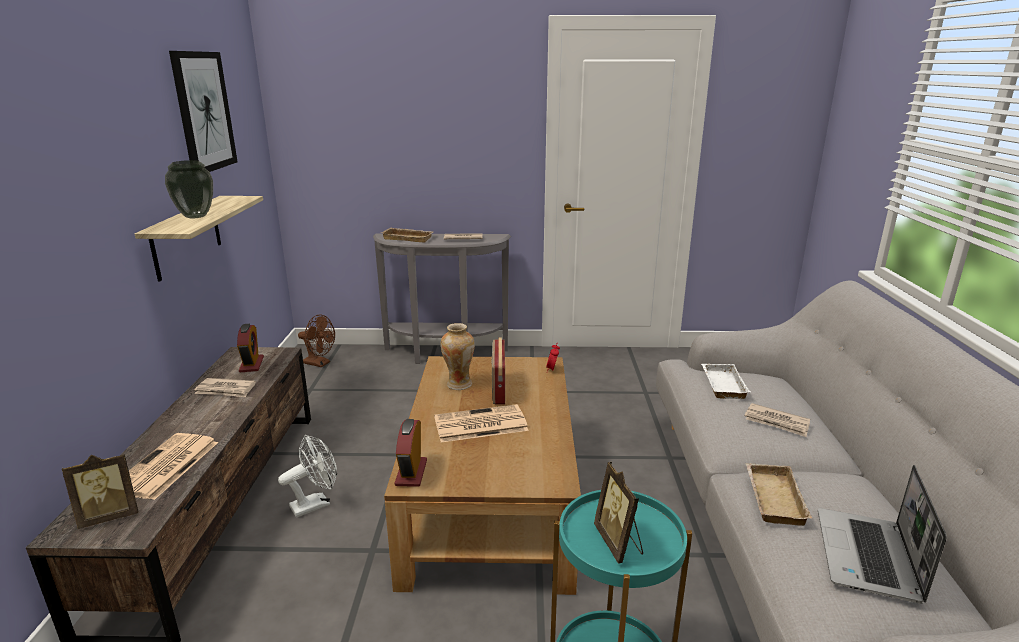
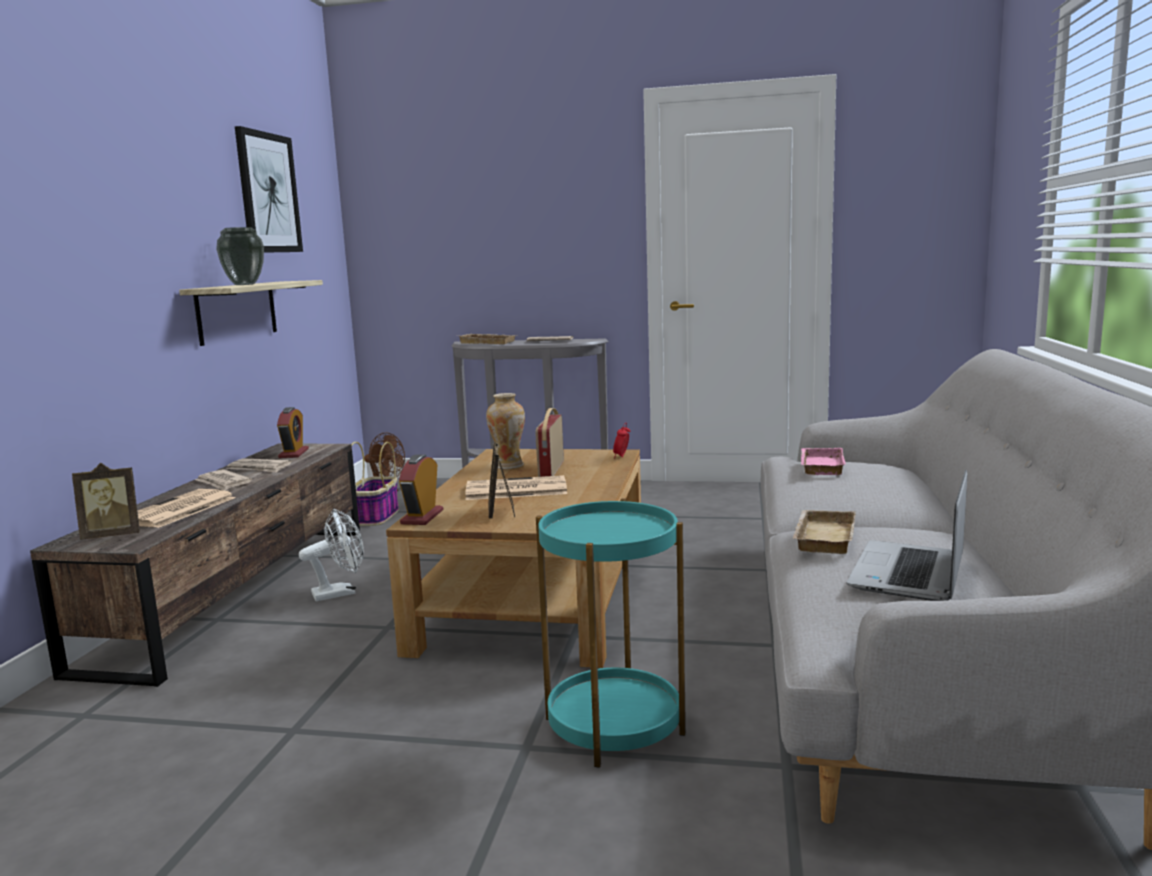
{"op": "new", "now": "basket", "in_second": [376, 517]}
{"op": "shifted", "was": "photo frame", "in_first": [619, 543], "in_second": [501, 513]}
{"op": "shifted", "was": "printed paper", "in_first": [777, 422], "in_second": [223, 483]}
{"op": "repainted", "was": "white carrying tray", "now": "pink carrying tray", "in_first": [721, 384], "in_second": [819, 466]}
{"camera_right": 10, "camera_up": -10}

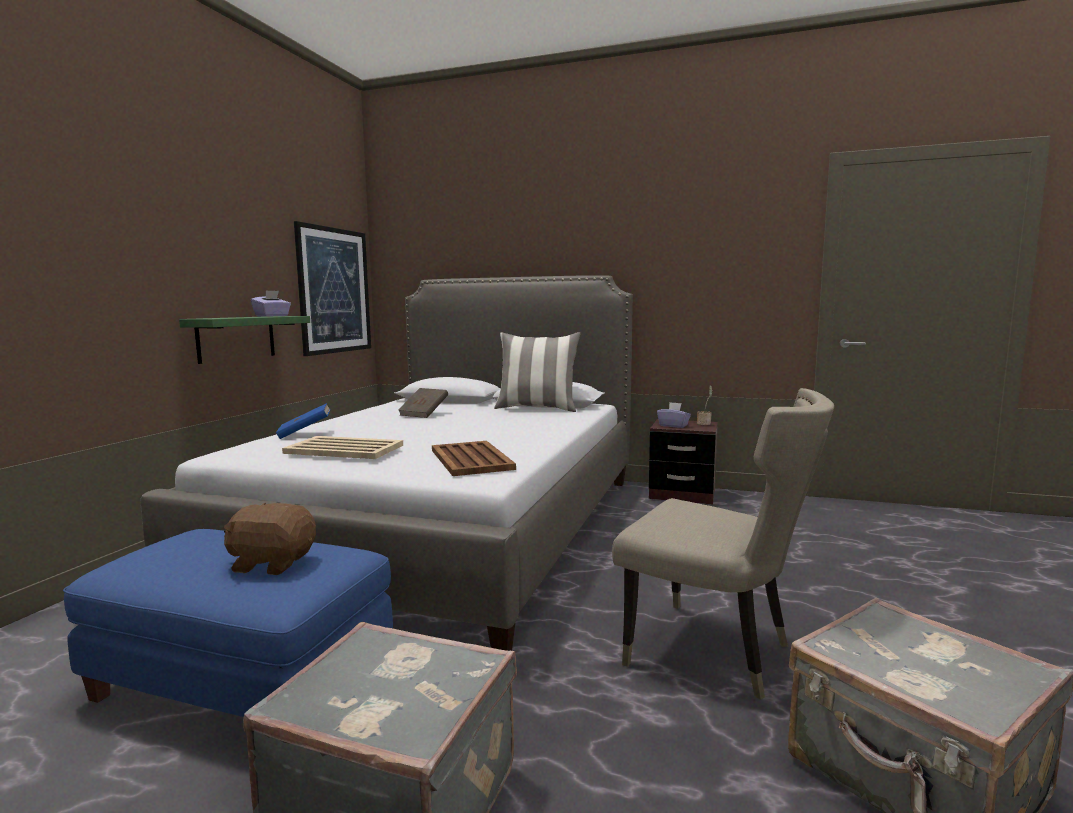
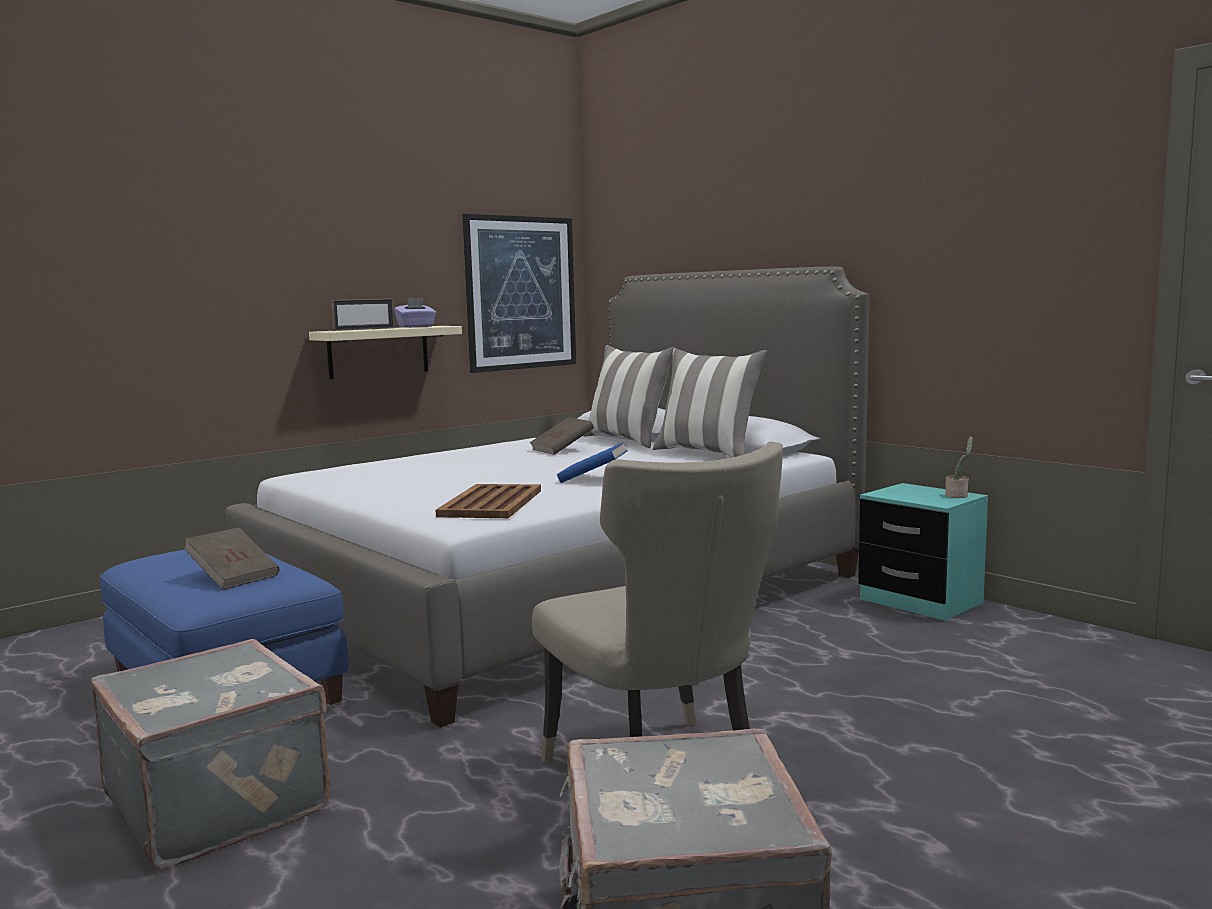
{"op": "gone", "was": "beige-coloured carrying tray", "in_first": [345, 449]}
{"op": "gone", "was": "purple-coloured box of tissues", "in_first": [673, 425]}
{"op": "new", "now": "photo frame", "in_second": [364, 329]}
{"op": "new", "now": "cushion", "in_second": [628, 441]}
{"op": "shifted", "was": "bluish volume", "in_first": [305, 434], "in_second": [593, 479]}
{"op": "swapped", "was": "brown-coloured plush toy", "now": "brown-coloured volume", "in_first": [272, 563], "in_second": [233, 577]}
{"op": "repainted", "was": "greenish shelf", "now": "beige-coloured shelf", "in_first": [236, 338], "in_second": [378, 351]}
{"op": "repainted", "was": "brown-coloured bedside table", "now": "turquoise bedside table", "in_first": [682, 494], "in_second": [920, 601]}
{"camera_right": 30, "camera_up": 0}

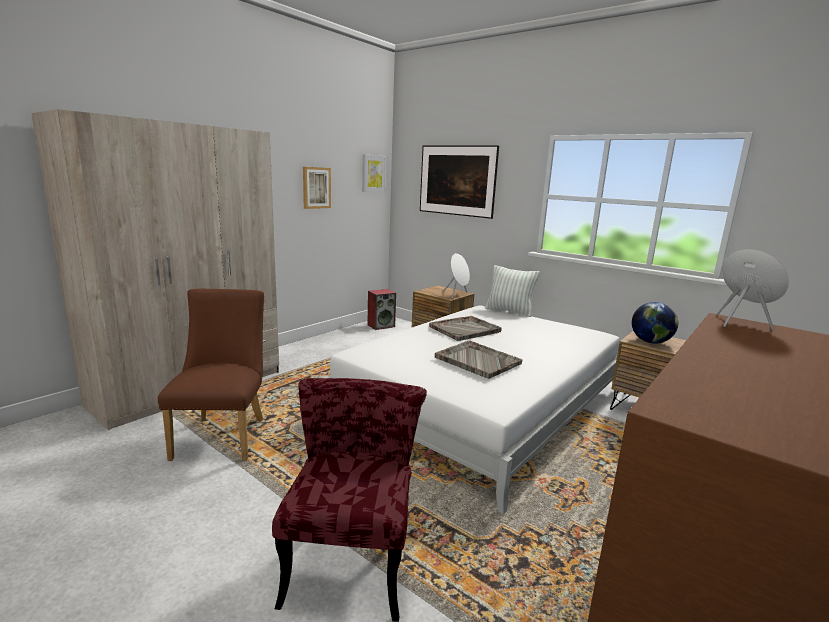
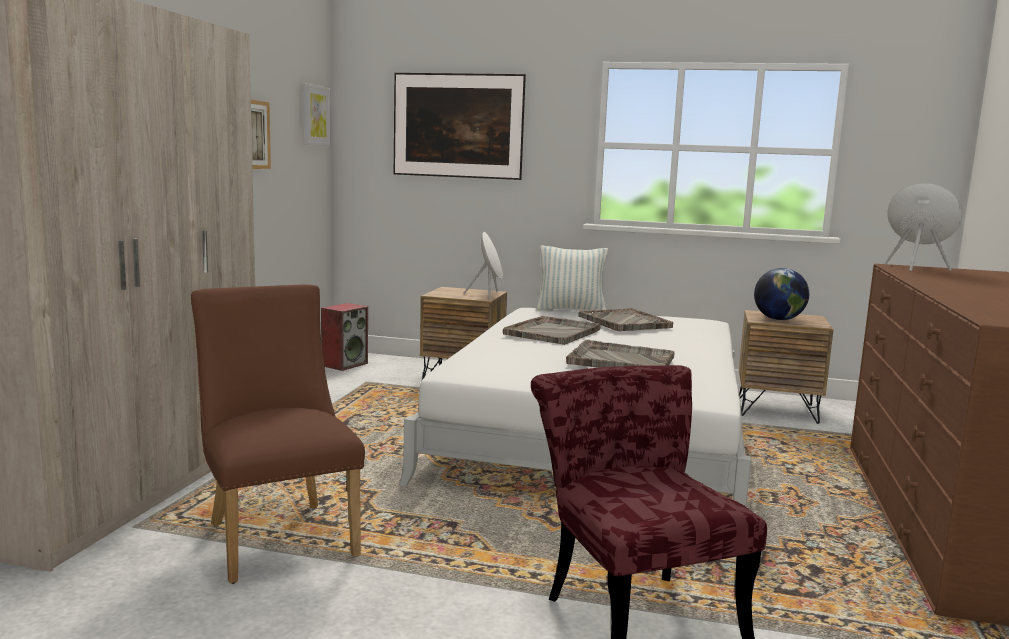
{"op": "new", "now": "greyish carrying tray", "in_second": [624, 322]}
{"camera_right": -25, "camera_up": -5}

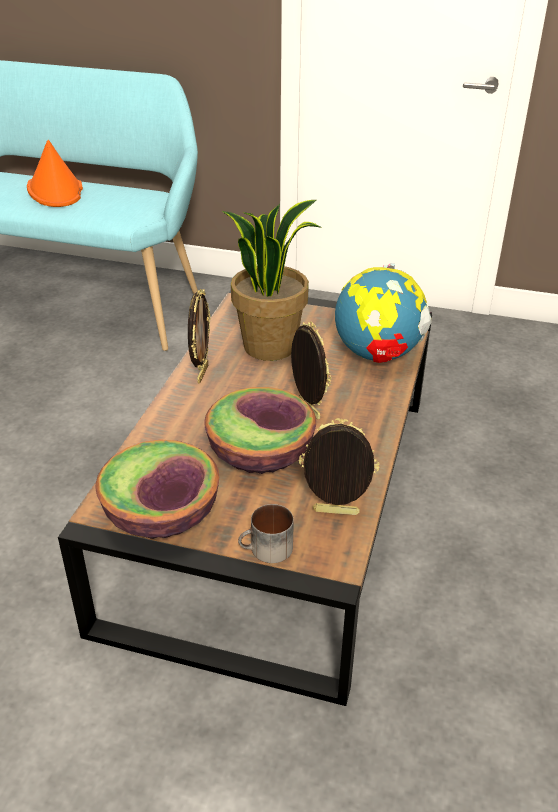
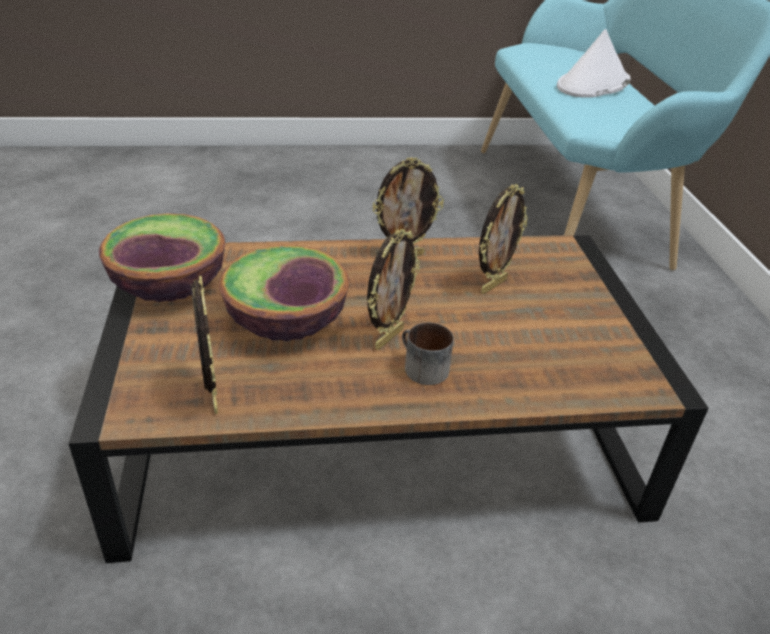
{"op": "gone", "was": "world globe", "in_first": [378, 356]}
{"op": "shifted", "was": "tea mug", "in_first": [267, 550], "in_second": [420, 368]}
{"op": "swapped", "was": "houseplant", "now": "photo frame", "in_first": [270, 346], "in_second": [493, 285]}
{"op": "repainted", "was": "orange-coloured hat", "now": "white hat", "in_first": [55, 190], "in_second": [593, 85]}
{"camera_right": 65, "camera_up": 0}

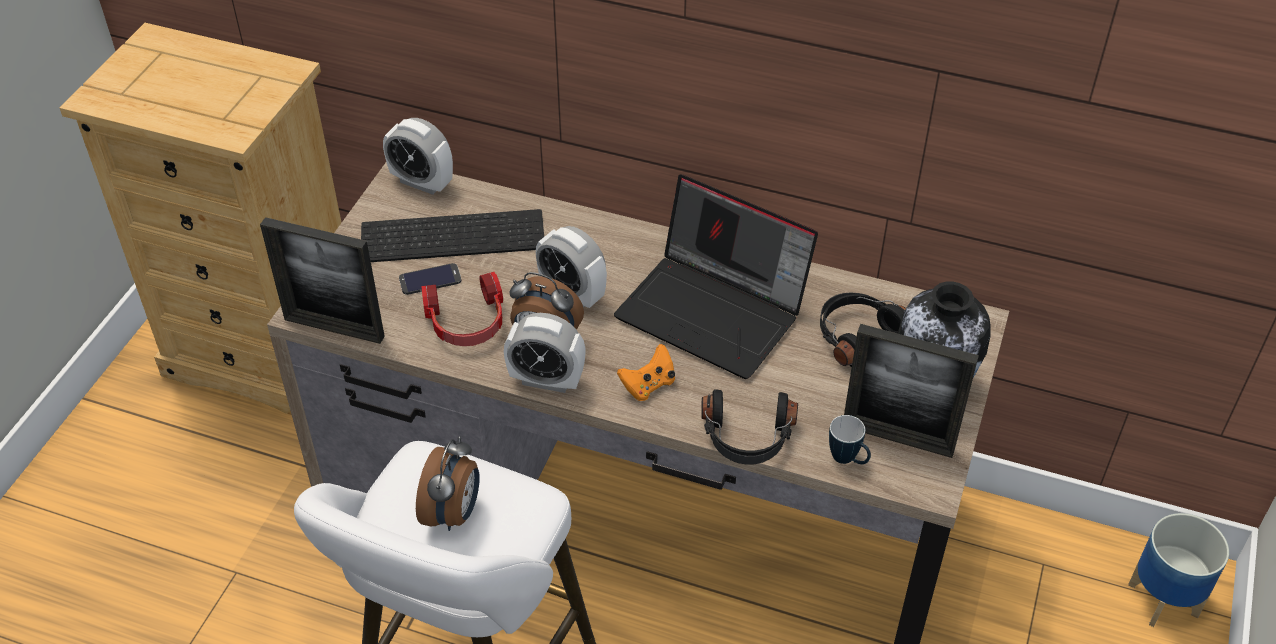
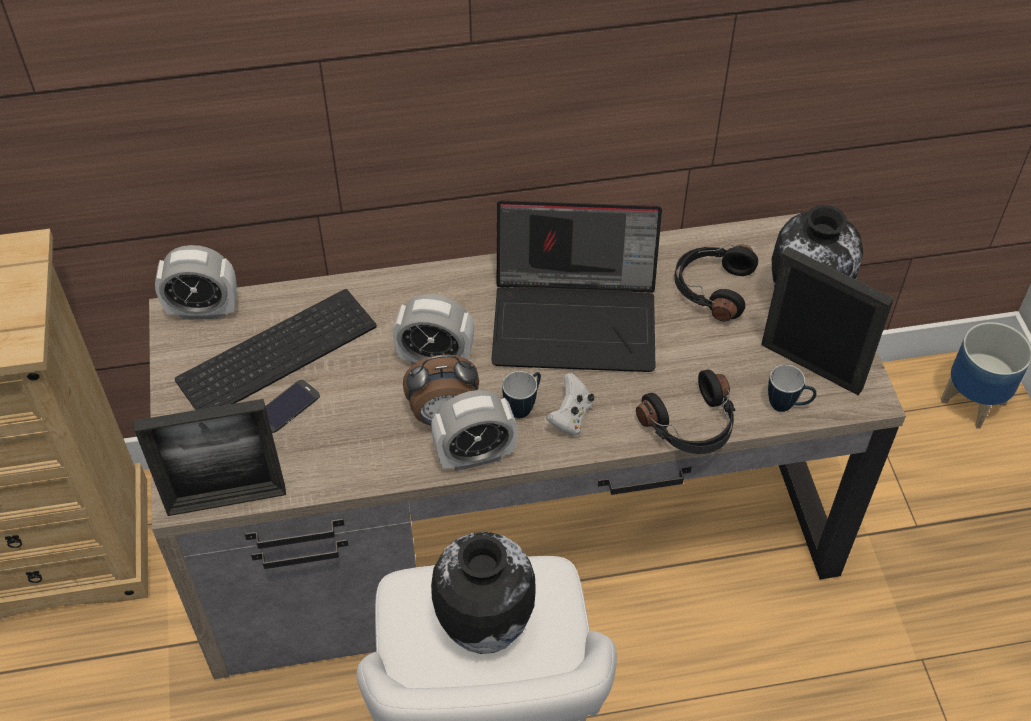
{"op": "gone", "was": "headphones", "in_first": [467, 323]}
{"op": "new", "now": "tea mug", "in_second": [524, 406]}
{"op": "swapped", "was": "bedside clock", "now": "vase", "in_first": [453, 513], "in_second": [483, 628]}
{"op": "repainted", "was": "orange-coloured joypad", "now": "white joypad", "in_first": [648, 385], "in_second": [570, 417]}
{"op": "rotated", "was": "photo frame", "in_first": [897, 438], "in_second": [811, 366], "clockwise": -135}
{"camera_right": -30, "camera_up": 5}

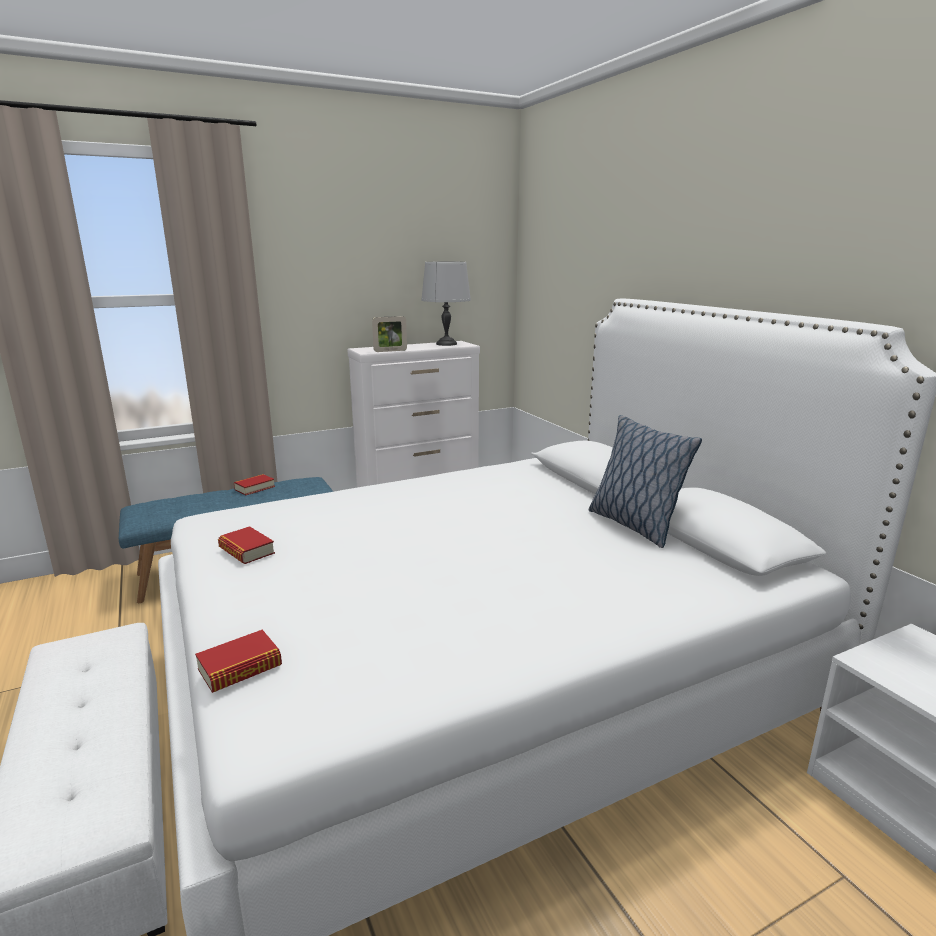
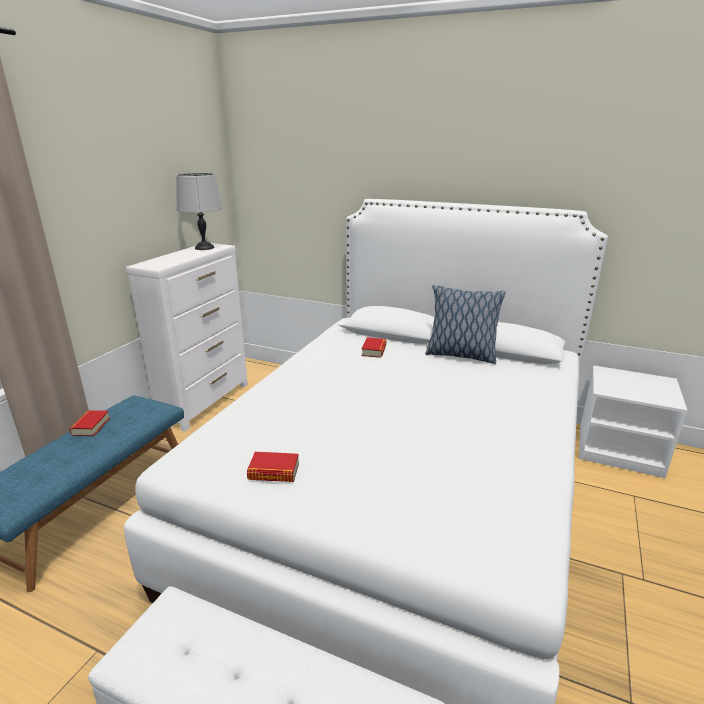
{"op": "gone", "was": "photo frame", "in_first": [390, 351]}
{"op": "shifted", "was": "volume", "in_first": [240, 668], "in_second": [374, 350]}
{"camera_right": -40, "camera_up": 5}

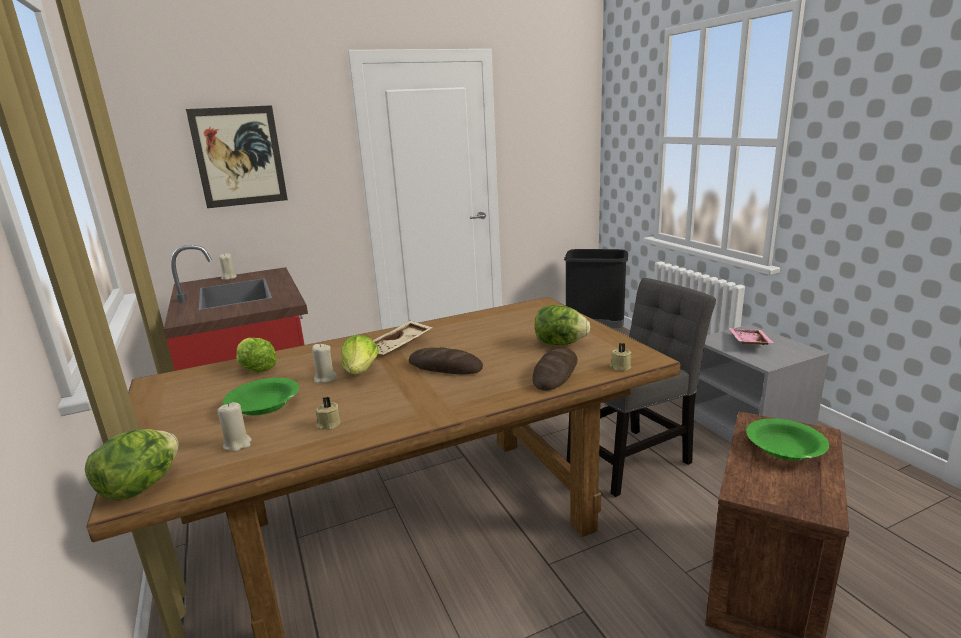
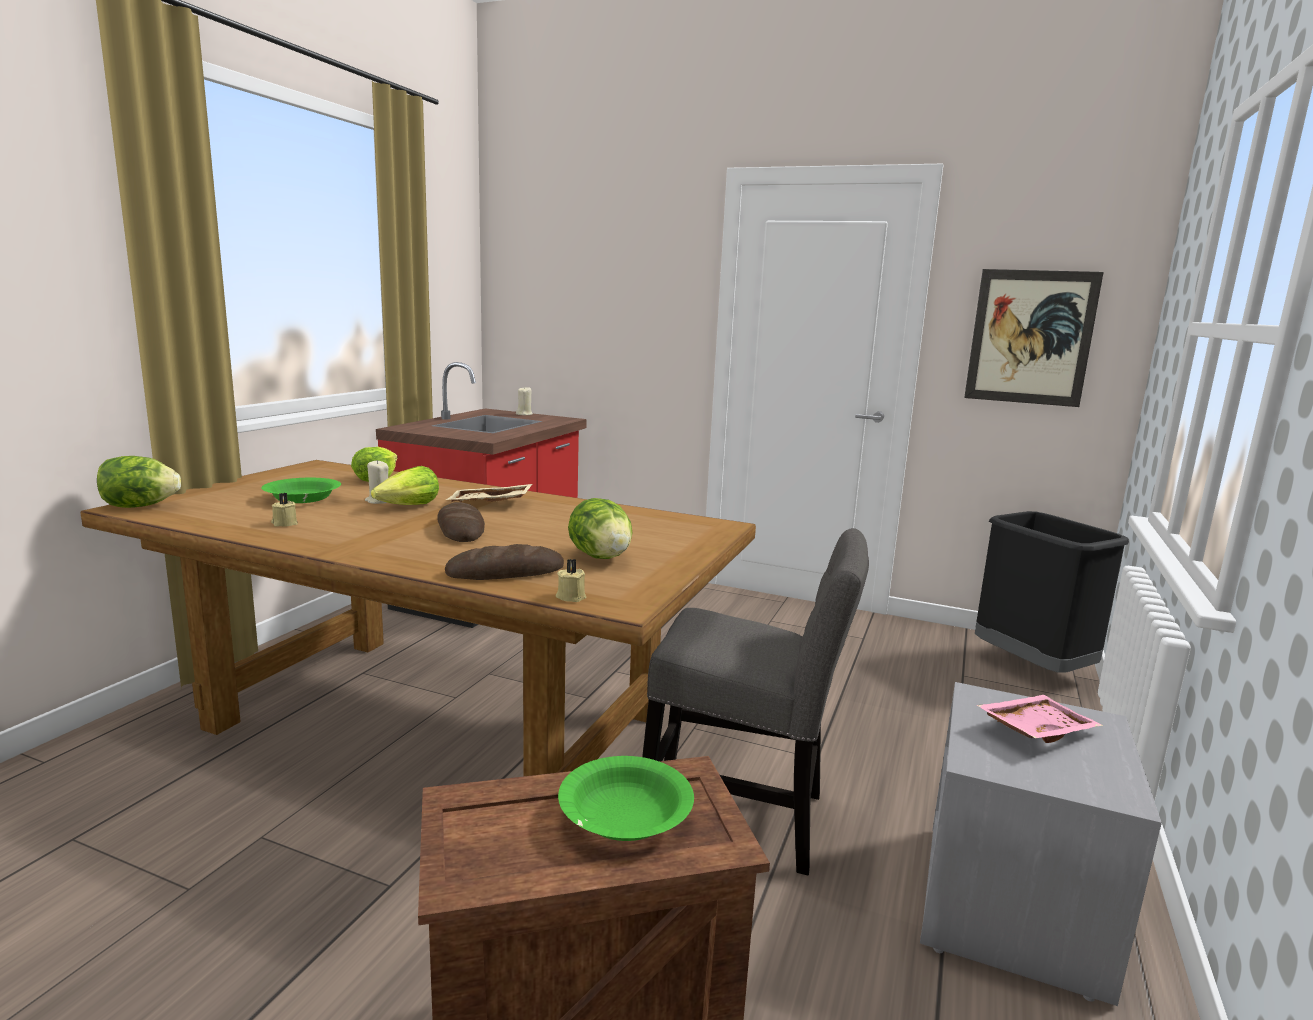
{"op": "gone", "was": "beige-coloured wax candle", "in_first": [237, 444]}
{"op": "shifted", "was": "picture", "in_first": [239, 156], "in_second": [1030, 337]}
{"camera_right": 45, "camera_up": -5}

